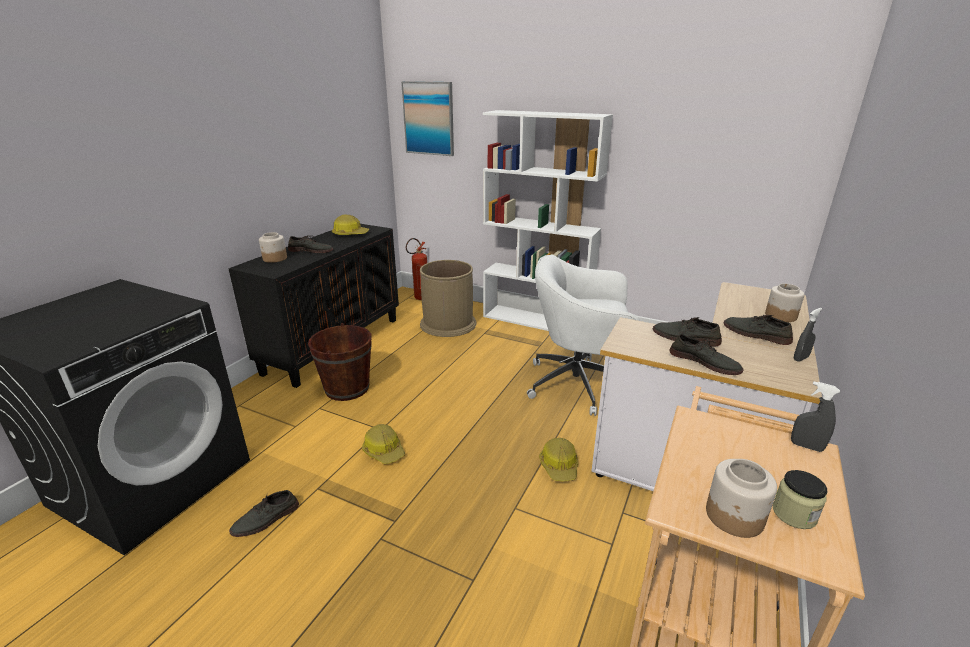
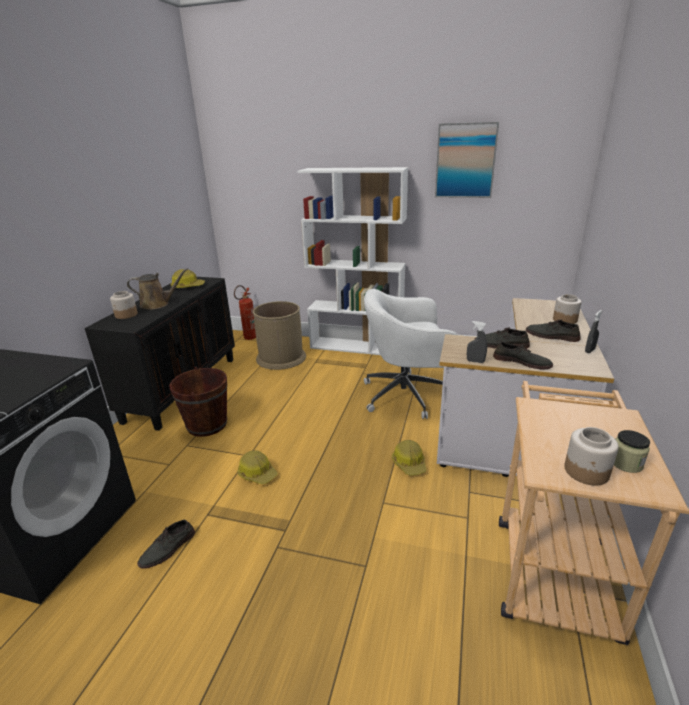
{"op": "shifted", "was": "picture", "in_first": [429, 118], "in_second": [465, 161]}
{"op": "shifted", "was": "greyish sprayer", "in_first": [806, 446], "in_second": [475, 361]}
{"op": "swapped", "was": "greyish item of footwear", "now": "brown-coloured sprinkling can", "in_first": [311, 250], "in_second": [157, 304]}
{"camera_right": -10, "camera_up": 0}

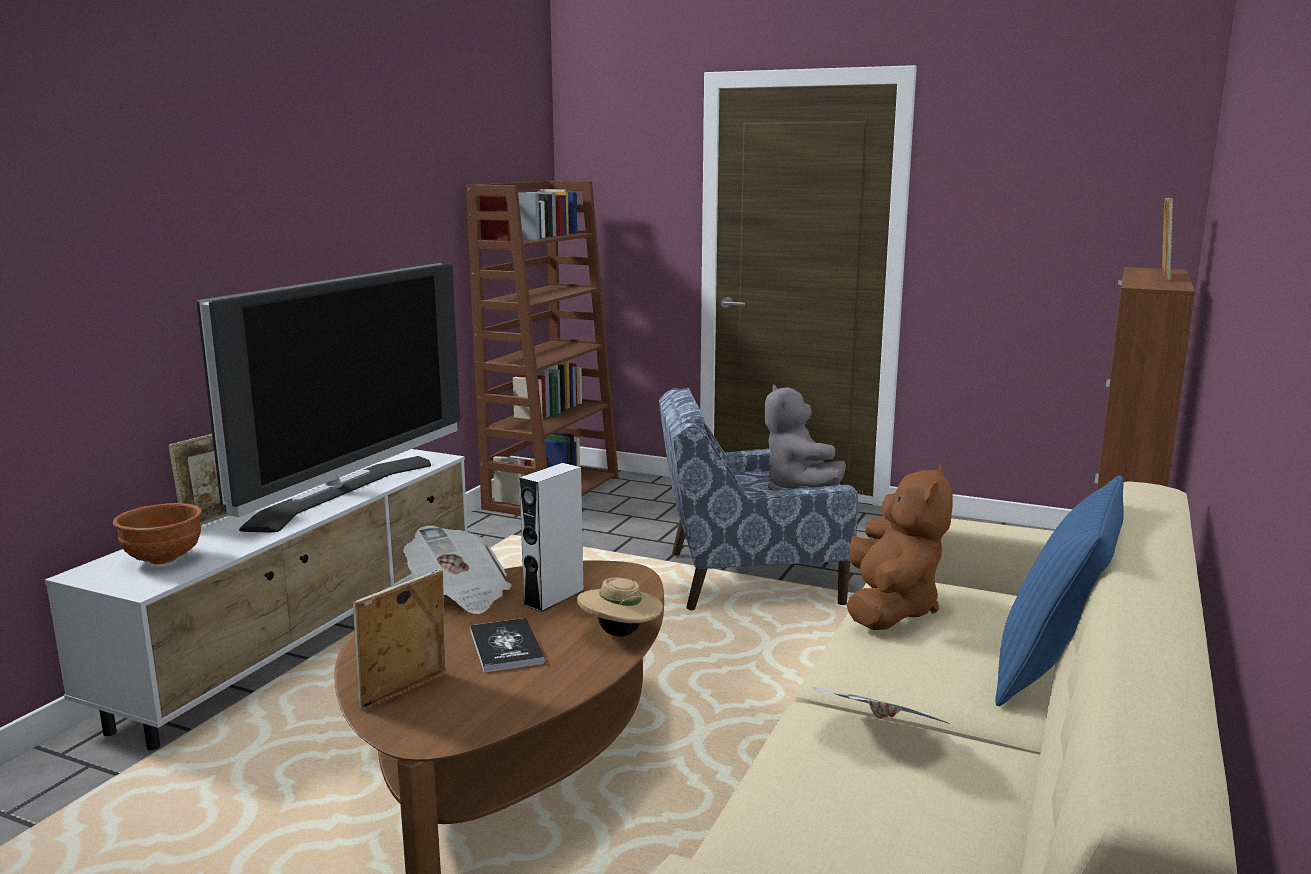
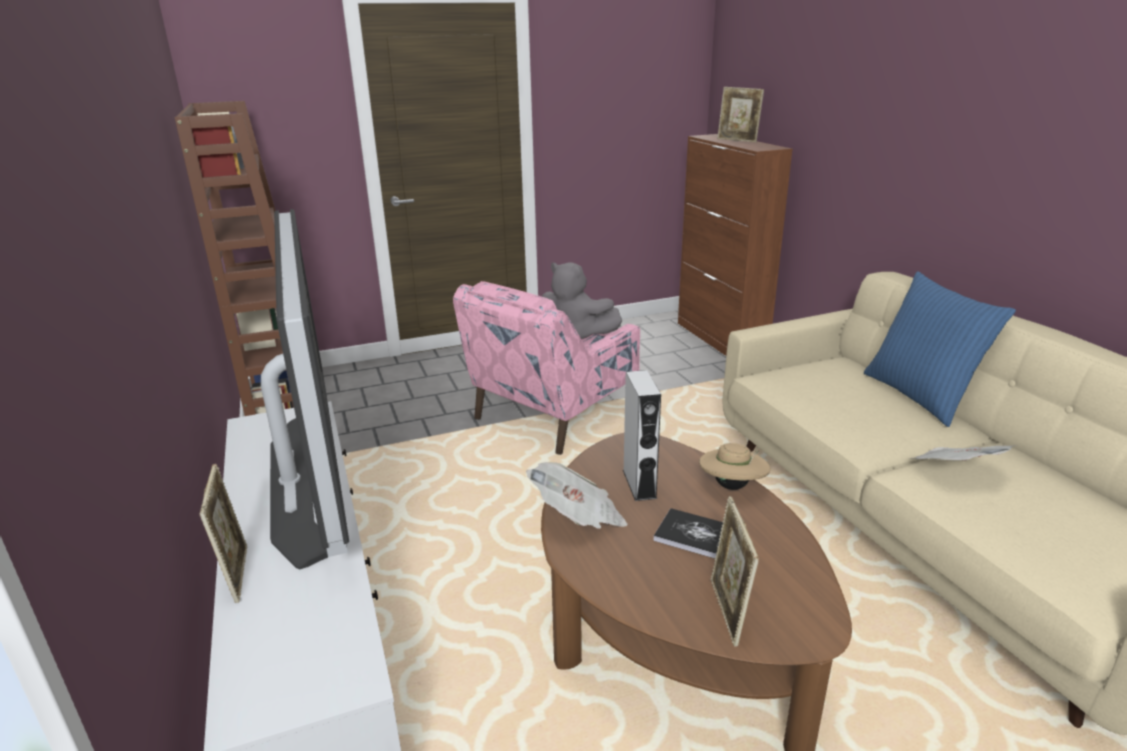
{"op": "gone", "was": "brown-coloured deep dish", "in_first": [164, 559]}
{"op": "gone", "was": "brown-coloured plush toy", "in_first": [890, 609]}
{"op": "repainted", "was": "bluish armchair", "now": "pink armchair", "in_first": [749, 578], "in_second": [551, 415]}
{"op": "rotated", "was": "photo frame", "in_first": [1162, 277], "in_second": [737, 140], "clockwise": 150}
{"camera_right": -45, "camera_up": 10}

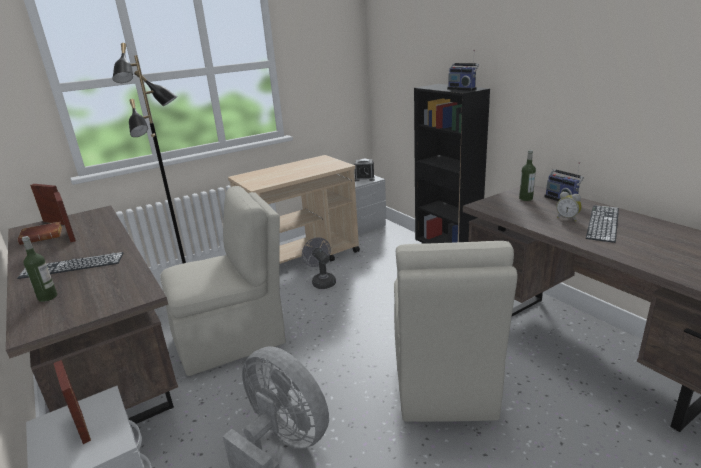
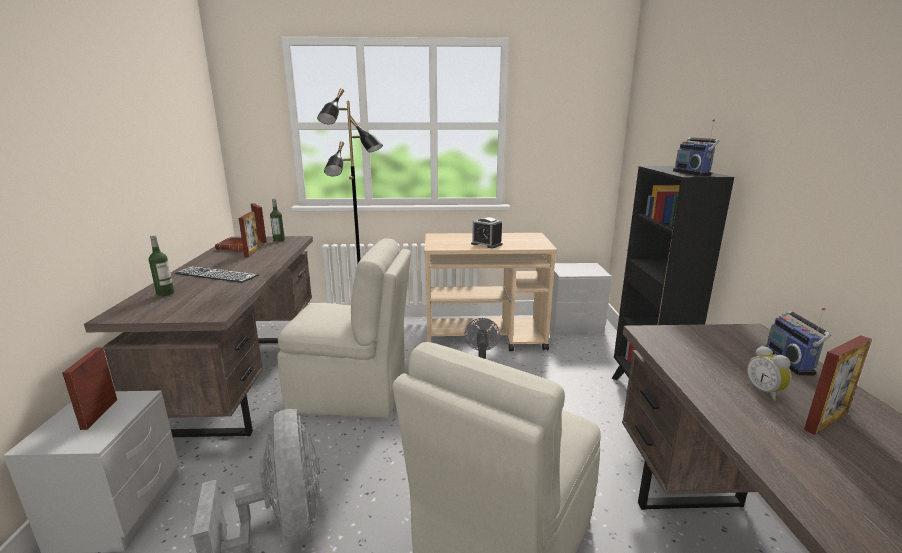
{"op": "shifted", "was": "bedside clock", "in_first": [364, 178], "in_second": [486, 244]}
{"op": "shifted", "was": "beverage bottle", "in_first": [526, 198], "in_second": [279, 240]}
{"op": "swapped", "was": "PC keyboard", "now": "photo frame", "in_first": [603, 223], "in_second": [826, 421]}
{"camera_right": 30, "camera_up": -5}

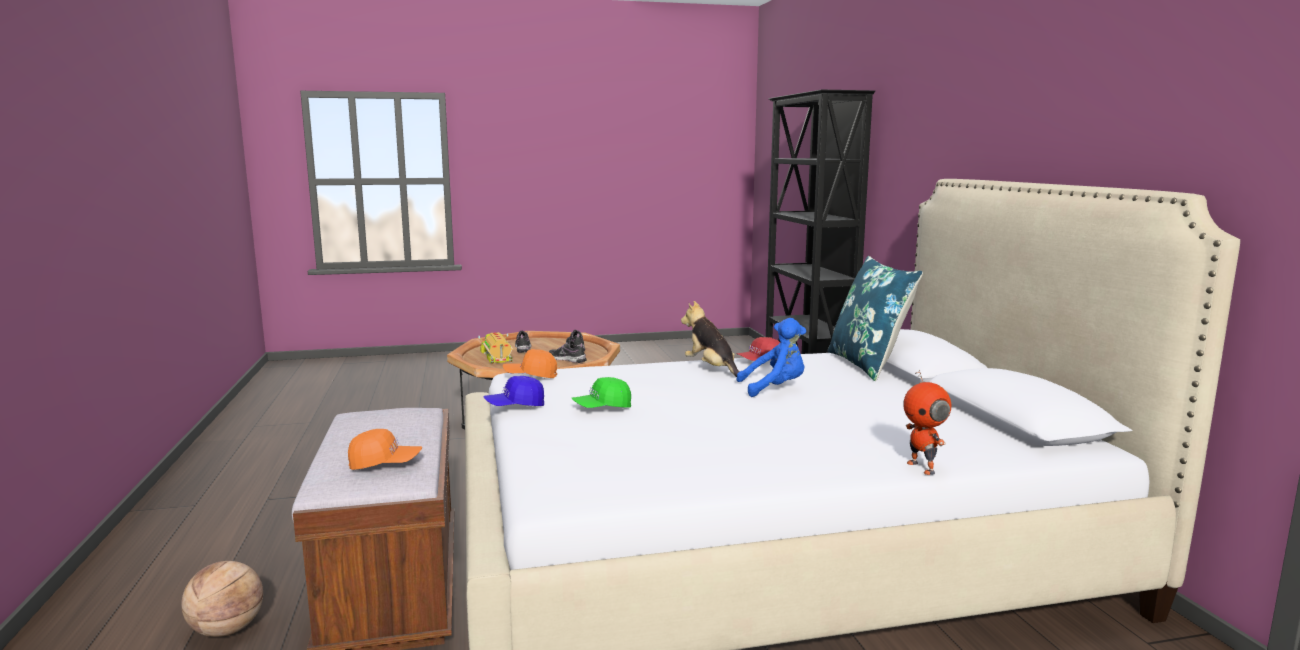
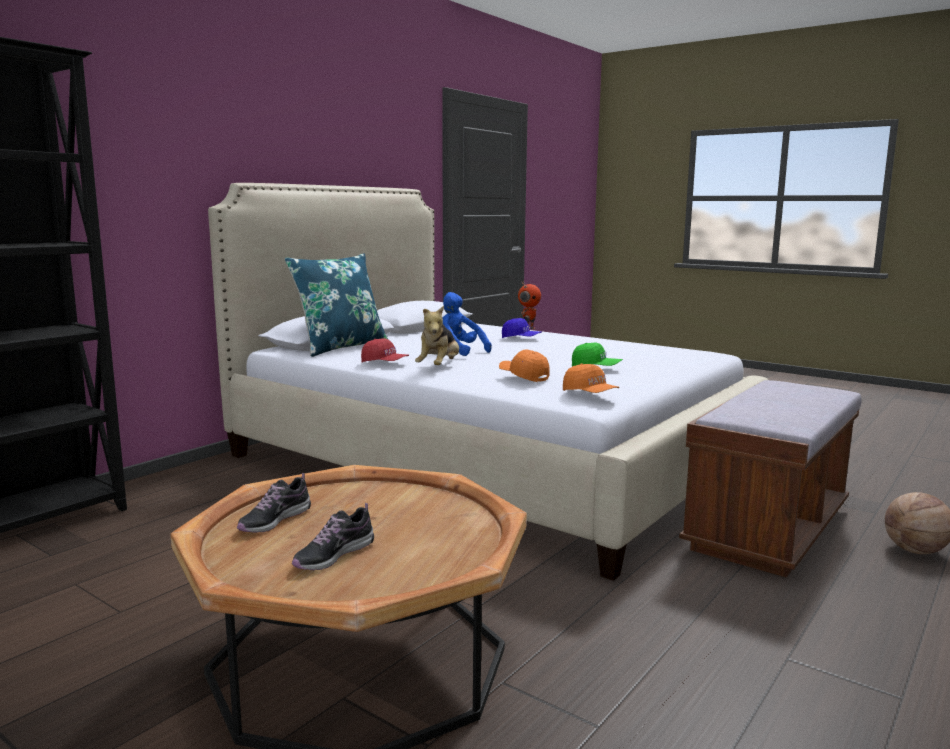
{"op": "gone", "was": "toy truck", "in_first": [497, 356]}
{"op": "gone", "was": "item of footwear", "in_first": [567, 360]}
{"op": "shifted", "was": "orange-coloured peaked cap", "in_first": [385, 464], "in_second": [523, 376]}
{"op": "shifted", "was": "bluish peaked cap", "in_first": [515, 406], "in_second": [521, 339]}
{"camera_right": -130, "camera_up": 0}

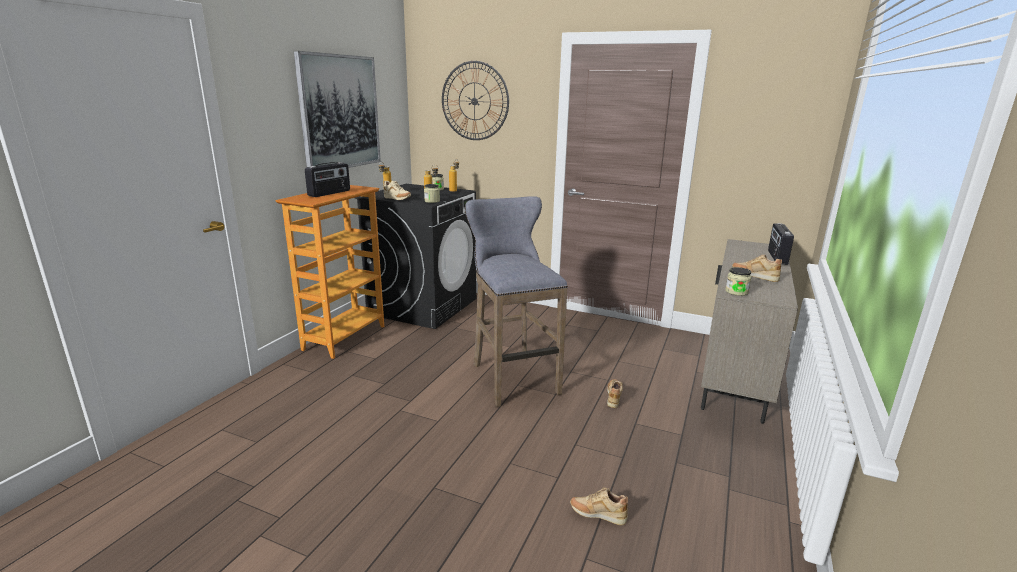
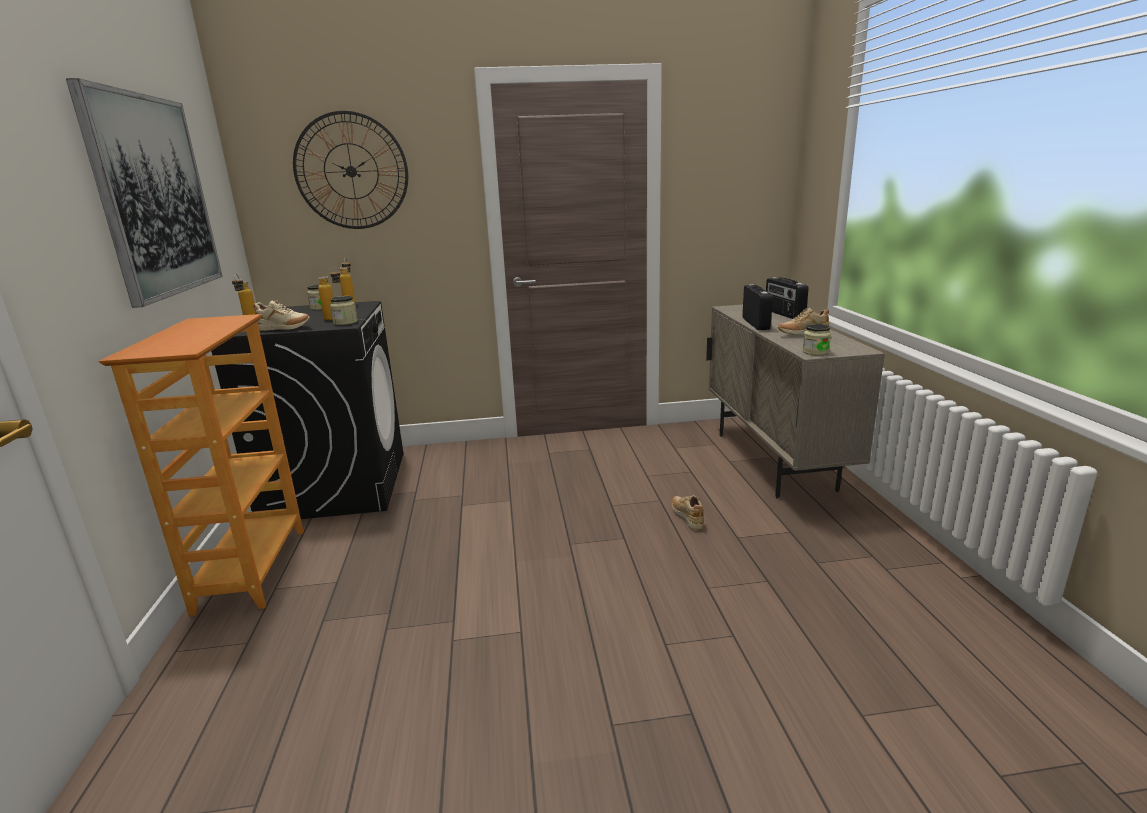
{"op": "gone", "was": "greyish stool seat", "in_first": [512, 377]}
{"op": "gone", "was": "beige-coloured item of footwear", "in_first": [597, 515]}
{"op": "shifted", "was": "radio set", "in_first": [330, 193], "in_second": [756, 323]}
{"camera_right": -30, "camera_up": 0}

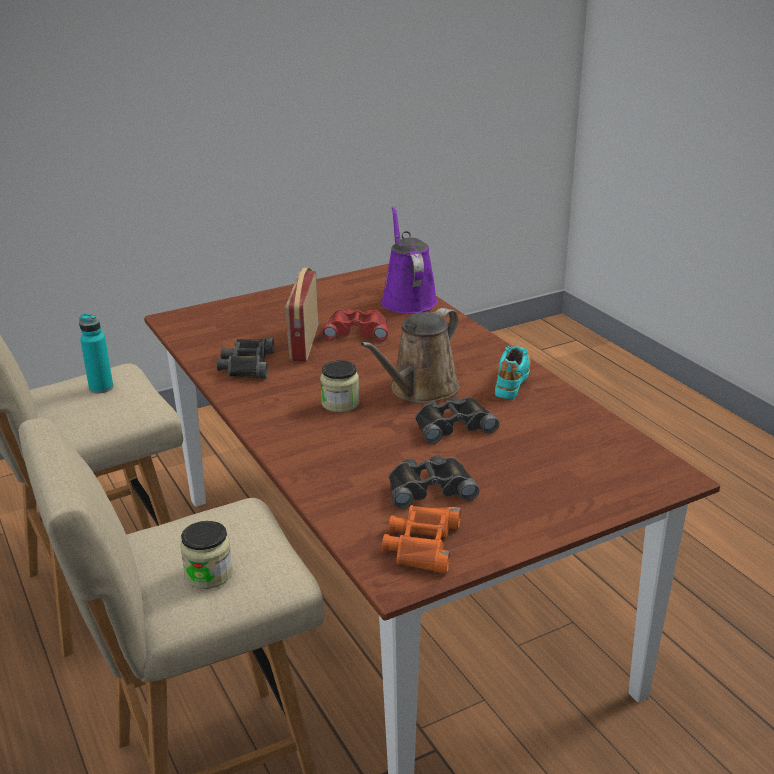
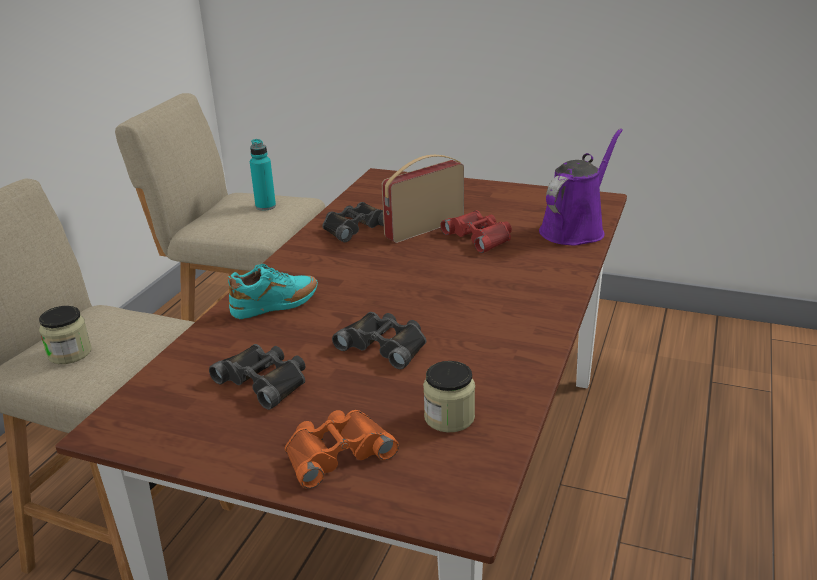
{"op": "gone", "was": "brown-coloured sprinkling can", "in_first": [420, 390]}
{"op": "shifted", "was": "storage jar", "in_first": [340, 403], "in_second": [449, 417]}
{"op": "shifted", "was": "orange-coloured pair of binoculars", "in_first": [421, 544], "in_second": [336, 452]}
{"op": "shifted", "was": "turquoise item of footwear", "in_first": [513, 382], "in_second": [275, 307]}
{"camera_right": 50, "camera_up": 0}

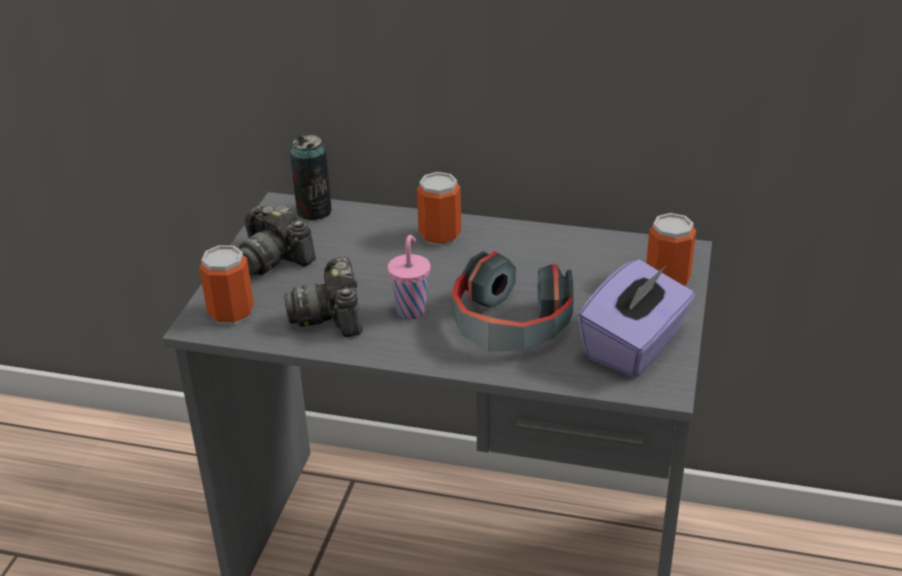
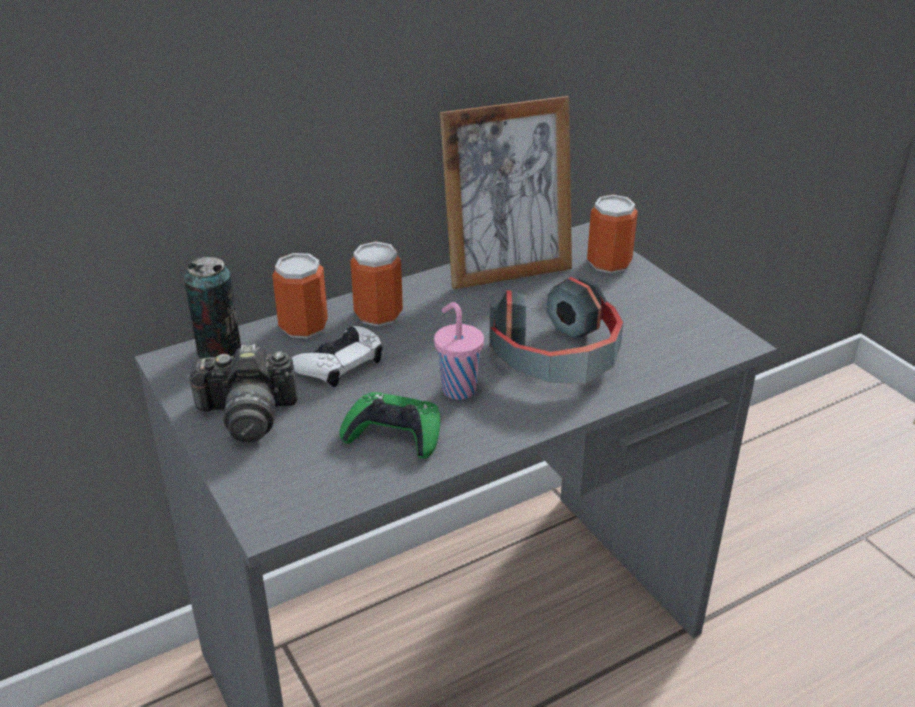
{"op": "gone", "was": "purple-coloured box of tissues", "in_first": [634, 346]}
{"op": "new", "now": "white joypad", "in_second": [339, 363]}
{"op": "new", "now": "photo frame", "in_second": [506, 270]}
{"op": "shifted", "was": "sealed can", "in_first": [231, 312], "in_second": [303, 326]}
{"op": "swapped", "was": "photo camera", "now": "greenish joypad", "in_first": [331, 316], "in_second": [394, 434]}
{"camera_right": -45, "camera_up": 0}

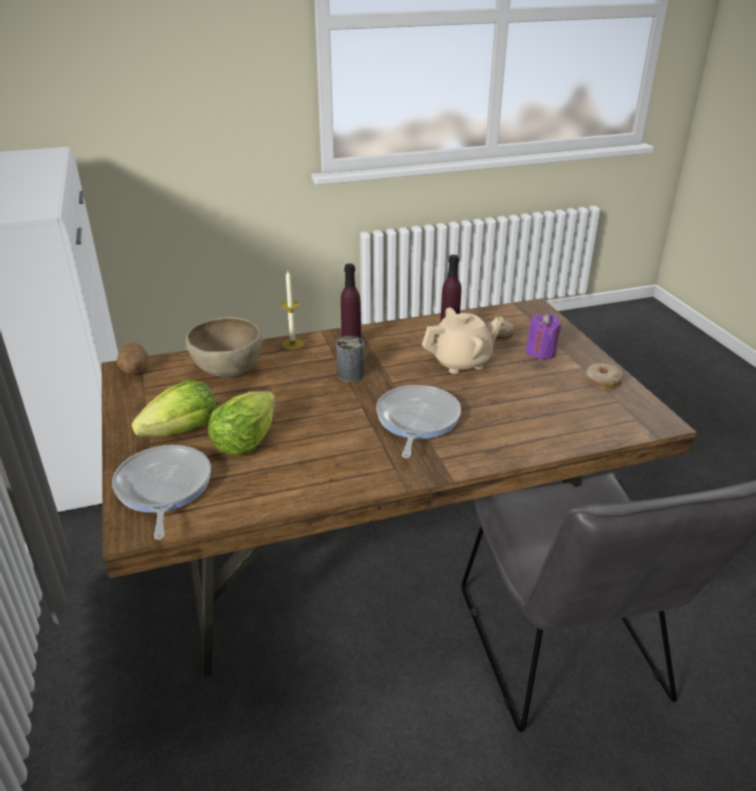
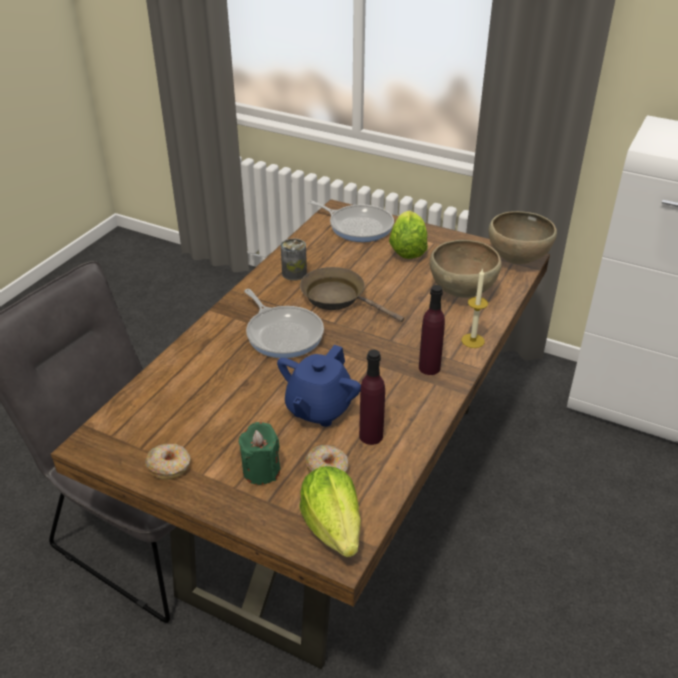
{"op": "new", "now": "brown-coloured pan", "in_second": [338, 298]}
{"op": "shifted", "was": "head of lettuce", "in_first": [245, 441], "in_second": [333, 527]}
{"op": "shifted", "was": "sealed can", "in_first": [350, 375], "in_second": [294, 273]}
{"op": "swapped", "was": "whole potato", "now": "brown-coloured deep dish", "in_first": [134, 371], "in_second": [517, 260]}
{"op": "repainted", "was": "beige-coloured tea pot", "now": "bluish tea pot", "in_first": [461, 362], "in_second": [318, 408]}
{"op": "repainted", "was": "purple-coloured wax candle", "now": "greenish wax candle", "in_first": [540, 352], "in_second": [261, 470]}
{"camera_right": 135, "camera_up": 5}

